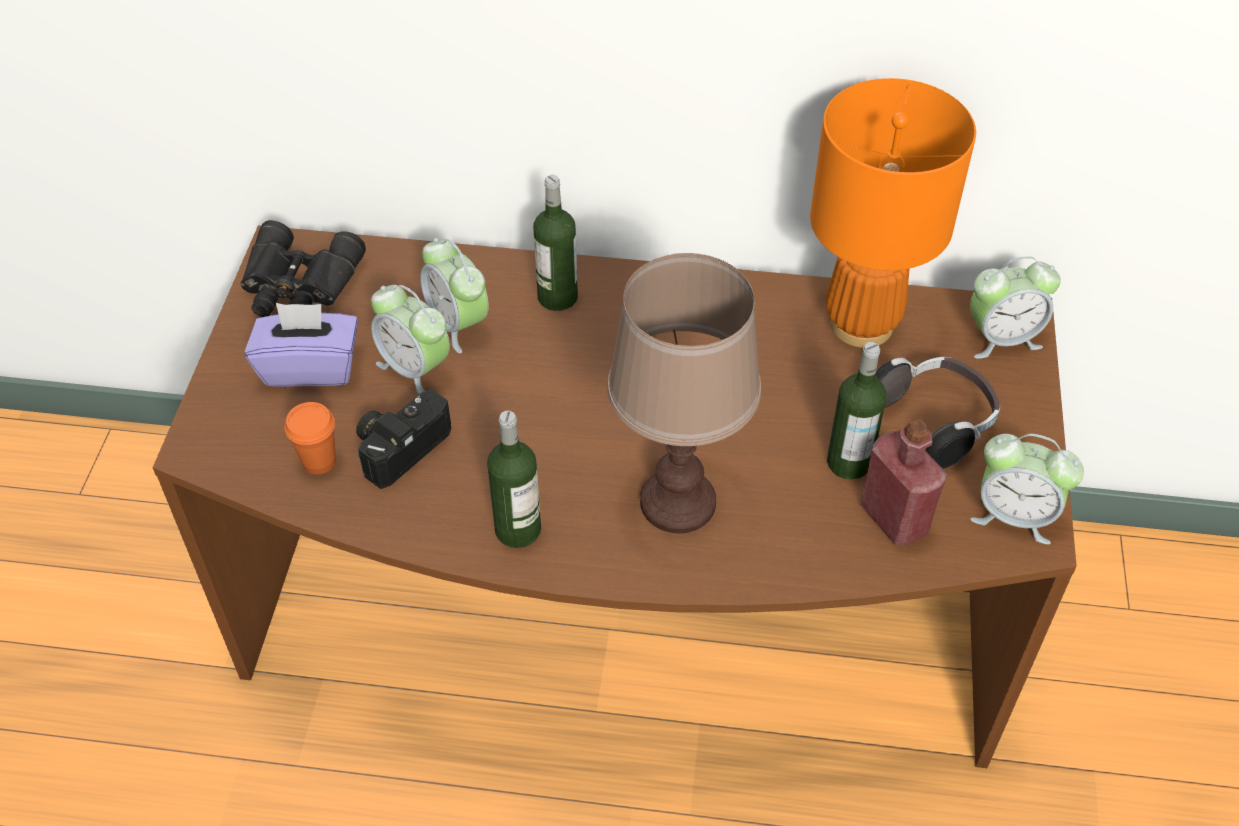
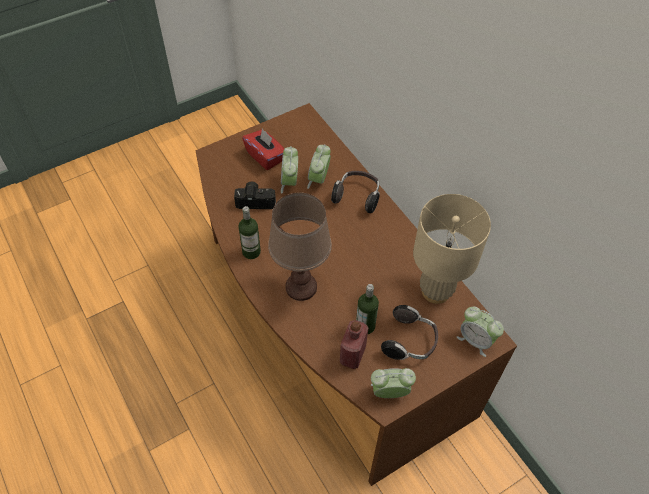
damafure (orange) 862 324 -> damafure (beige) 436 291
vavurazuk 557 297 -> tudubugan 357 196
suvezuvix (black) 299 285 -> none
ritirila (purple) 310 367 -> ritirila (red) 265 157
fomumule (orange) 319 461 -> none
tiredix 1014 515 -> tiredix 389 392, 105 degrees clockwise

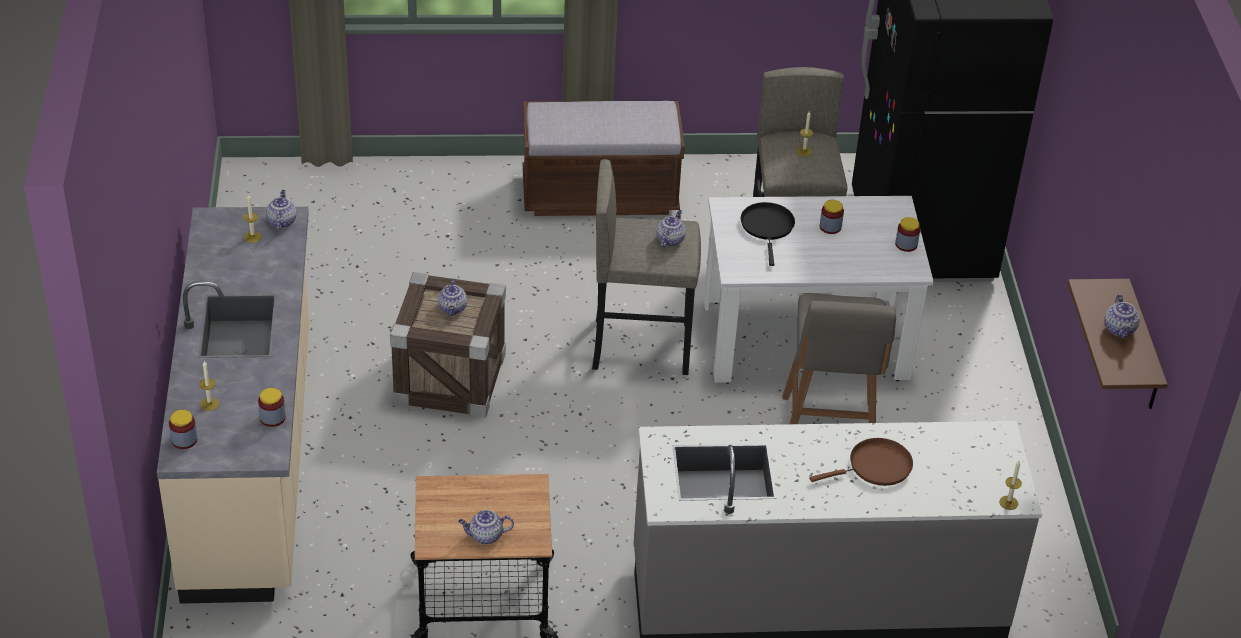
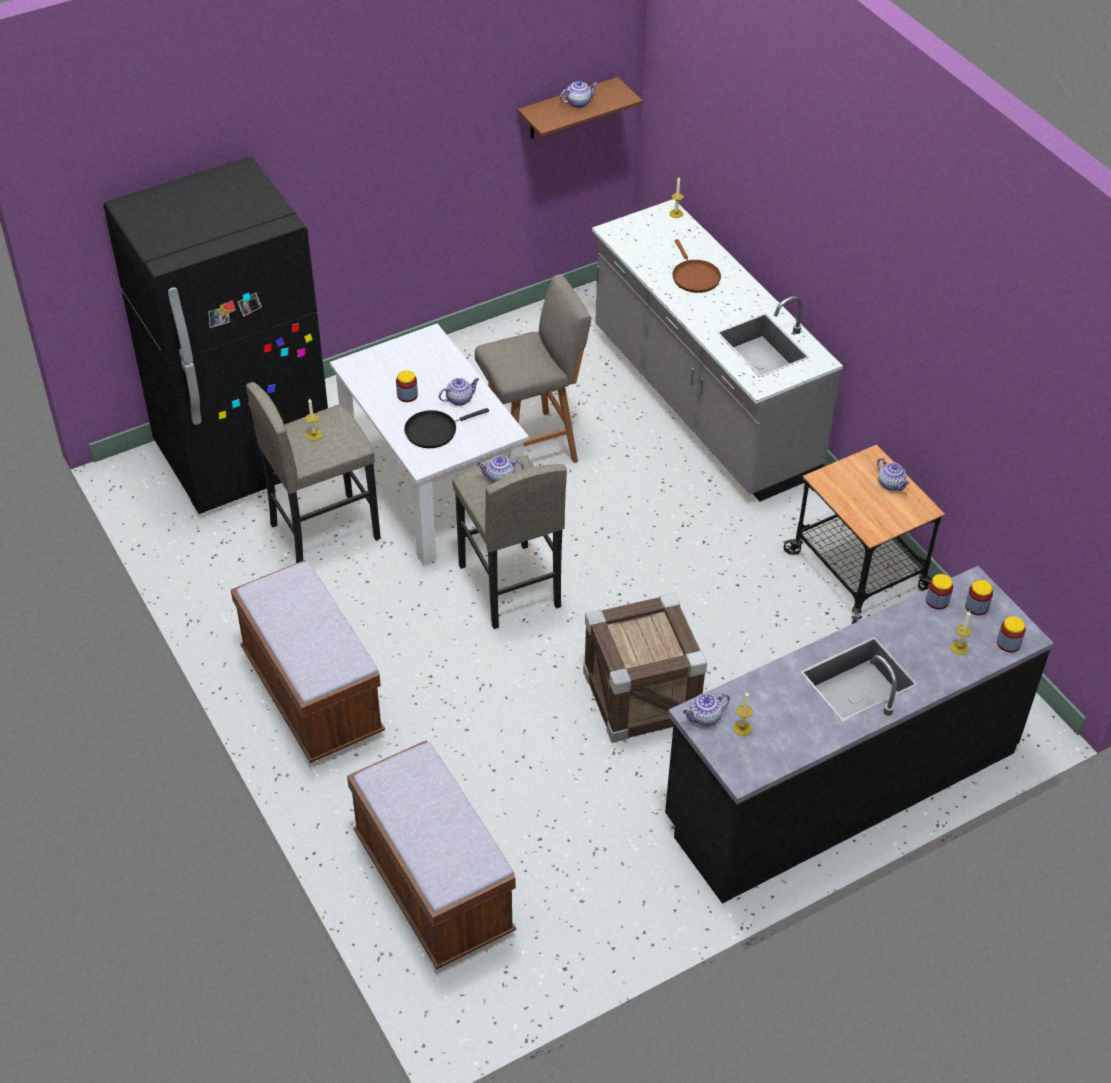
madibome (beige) 252 462 -> madibome (black) 840 785
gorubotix 906 244 -> gorubotix 976 606, move
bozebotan 453 309 -> bozebotan 459 399, move
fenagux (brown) 876 467 -> fenagux (brown) 694 277, 150 degrees counterclockwise
none -> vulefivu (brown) 433 886

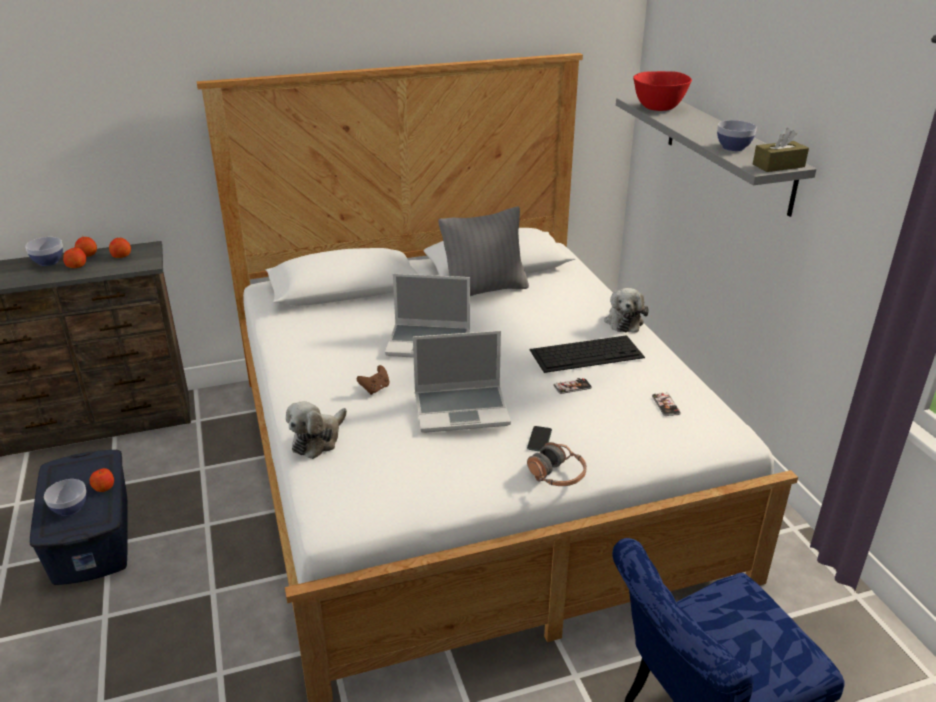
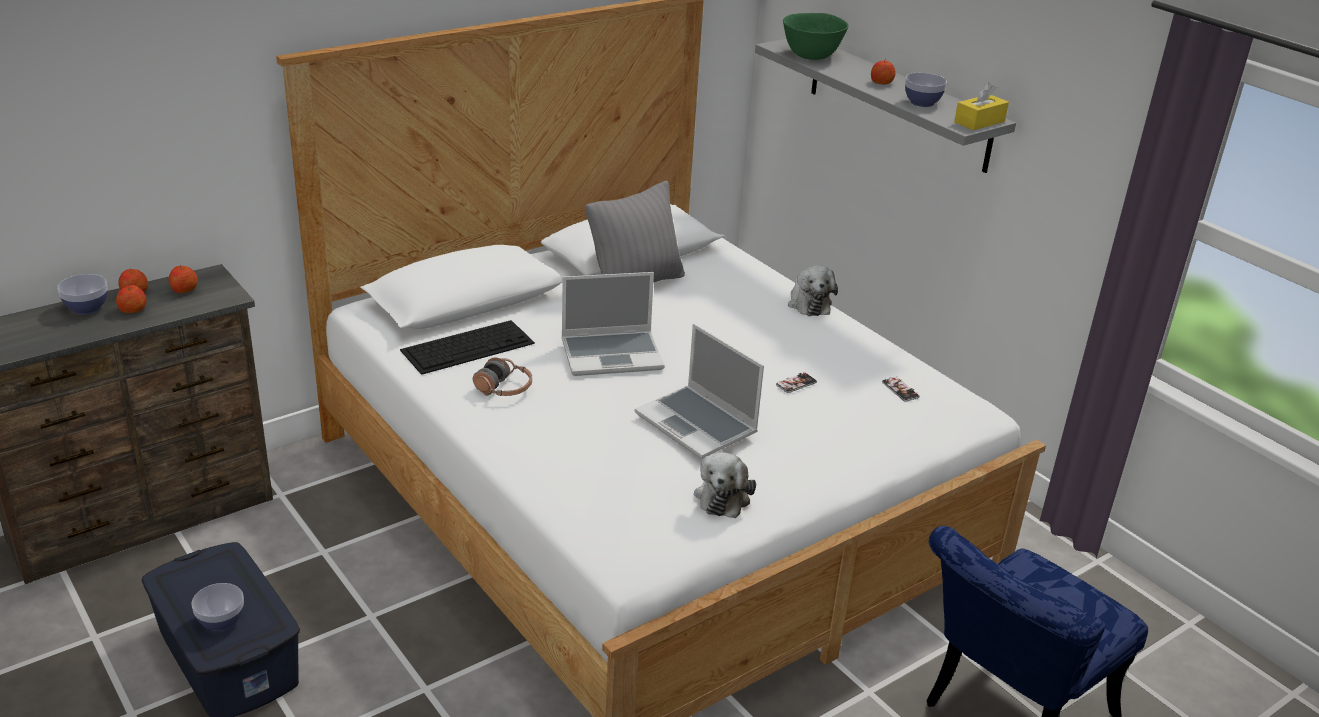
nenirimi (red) 659 108 -> nenirimi (green) 812 55
ritirila (brown) 778 166 -> ritirila (yellow) 979 122
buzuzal 462 409 -> buzuzal 698 424, 75 degrees clockwise
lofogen 587 353 -> lofogen 468 346, move
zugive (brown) 375 389 -> none
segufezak 318 439 -> segufezak 723 496, move
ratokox 539 439 -> none
tudubugan 557 475 -> tudubugan 504 389, move
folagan 104 487 -> folagan 881 82, move

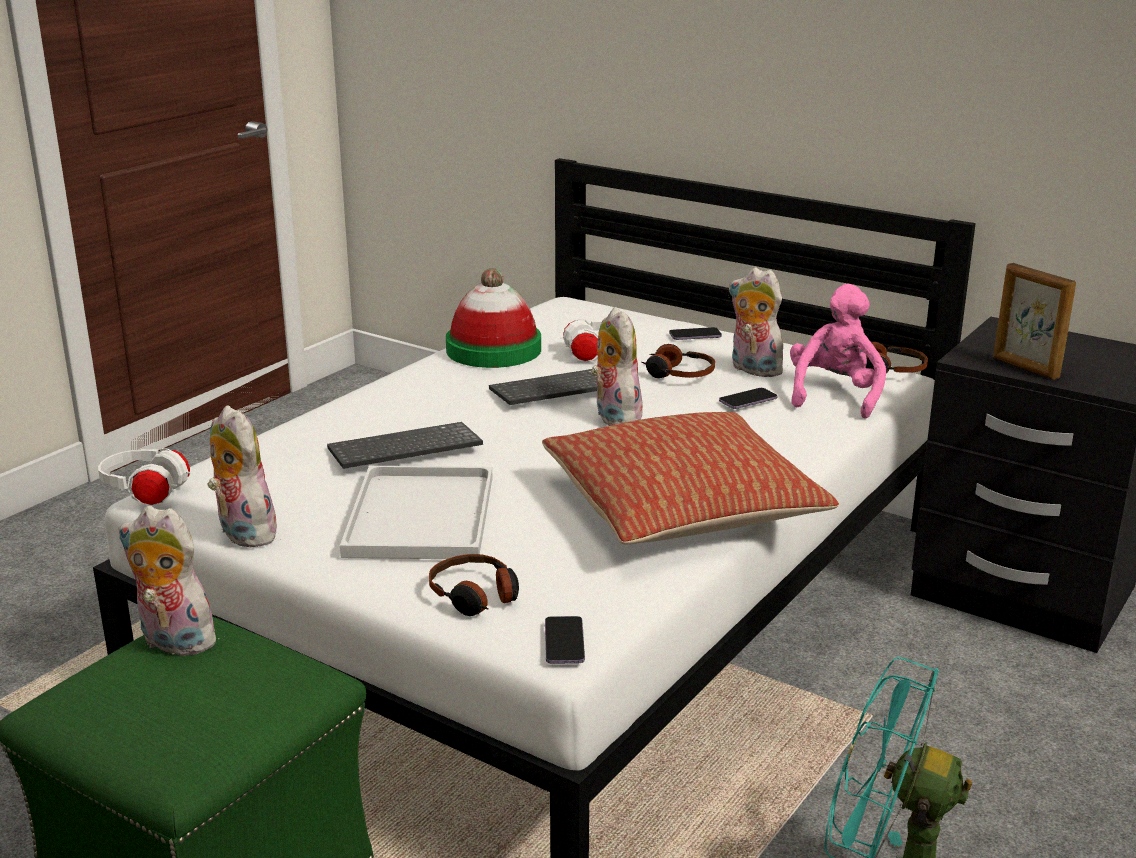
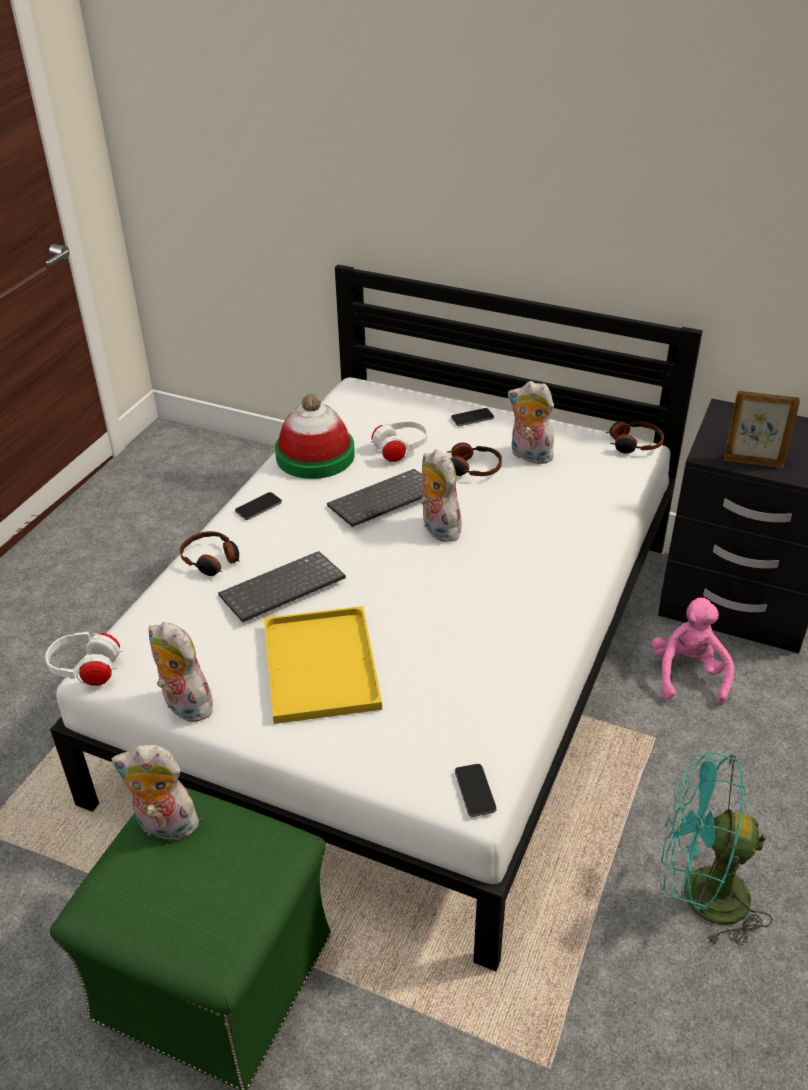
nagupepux 1025 368 -> nagupepux 753 461, 150 degrees clockwise
segufezak (pink) 835 395 -> segufezak (pink) 688 674, move
ratokox 748 400 -> ratokox 258 507, move
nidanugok 683 509 -> none
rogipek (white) 422 517 -> rogipek (yellow) 323 667
tudubugan 475 596 -> tudubugan 211 560, move

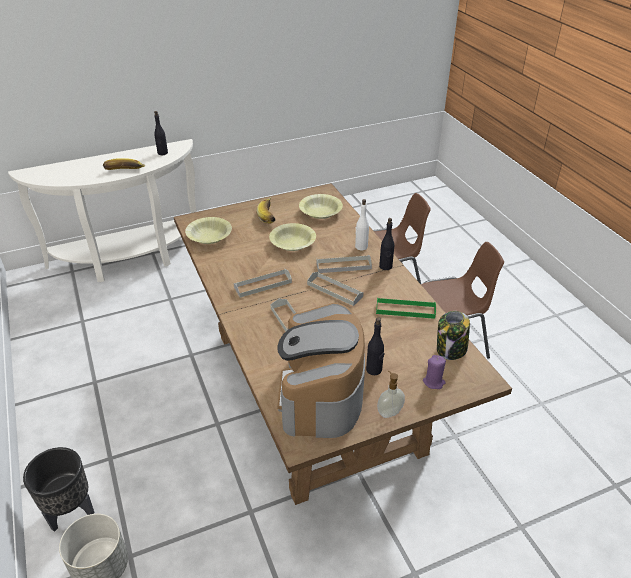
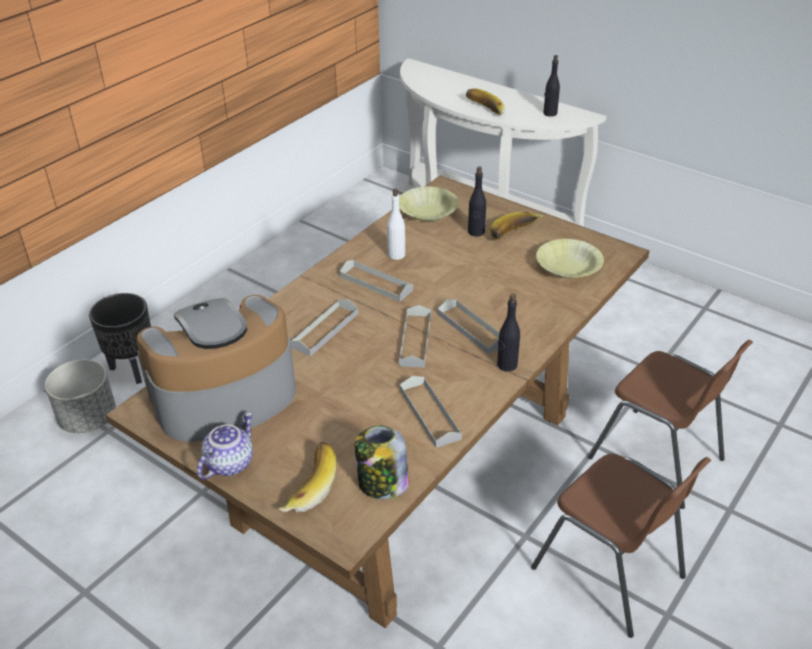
vavurazuk (white) 361 246 -> vavurazuk (white) 396 254, move
nenirimi (yellow) 292 243 -> none
rogipek (green) 405 310 -> rogipek (grey) 429 414
vavurazuk (black) 374 370 -> vavurazuk (black) 476 232, move
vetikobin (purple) 434 382 -> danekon 307 486
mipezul 389 412 -> bozebotan 229 463

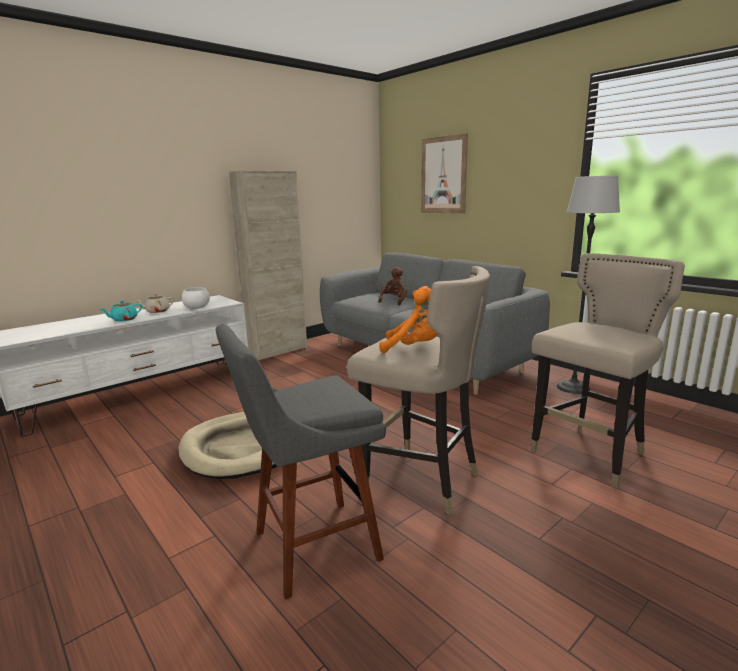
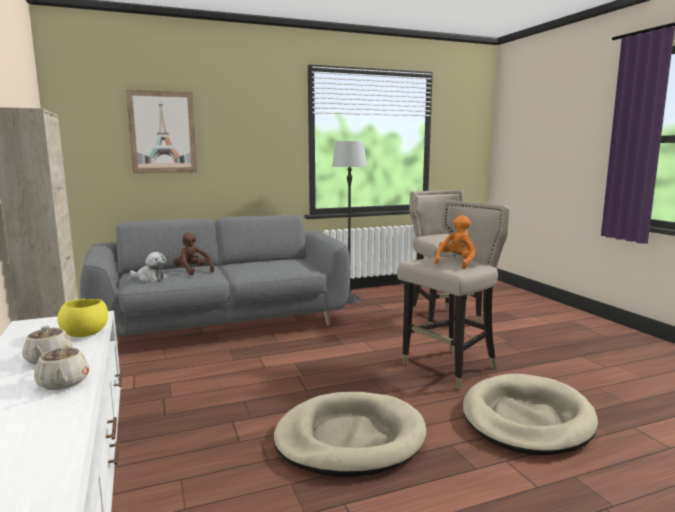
nenirimi (white) 197 308 -> nenirimi (yellow) 86 334
bozebotan (turquoise) 124 319 -> bozebotan (beige) 63 383
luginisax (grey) 310 547 -> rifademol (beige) 526 419
none -> segufezak 150 278

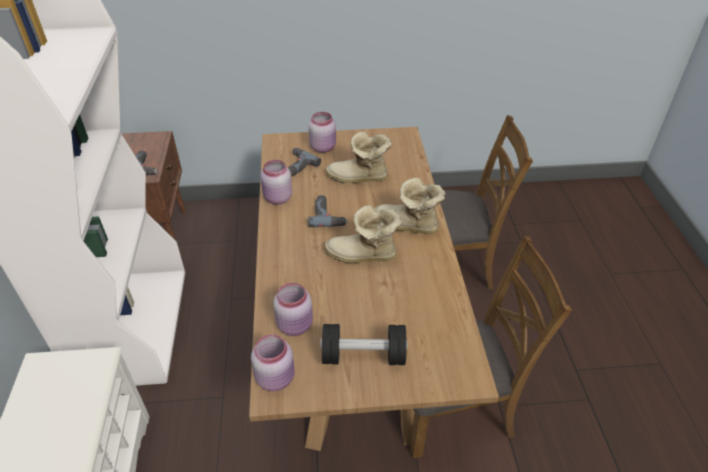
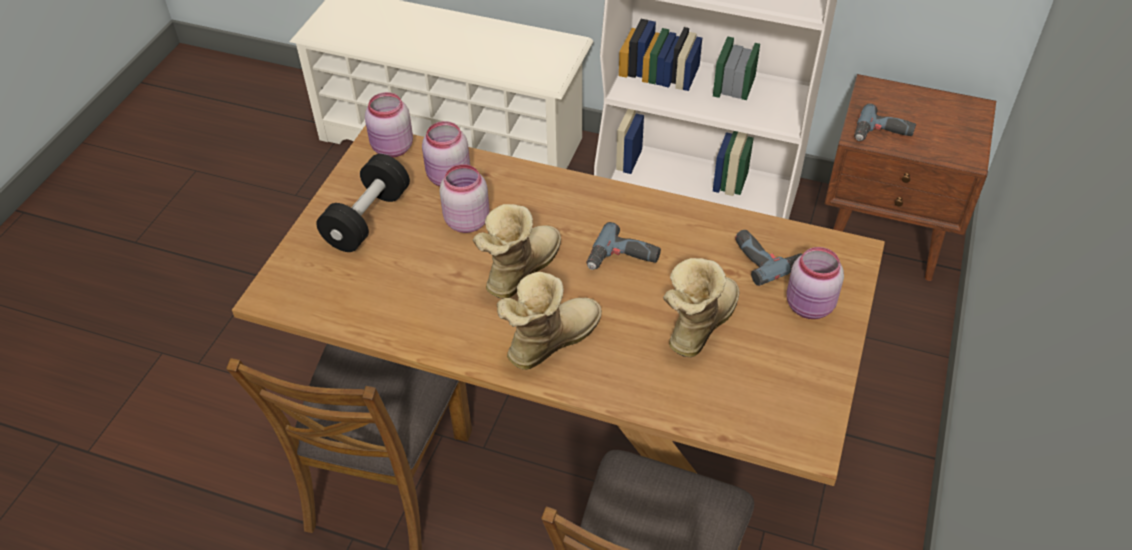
gorubotix (pink) 277 198 -> gorubotix (pink) 466 220, move

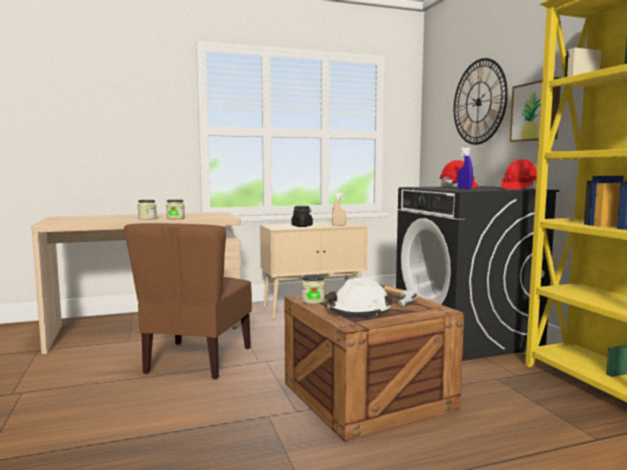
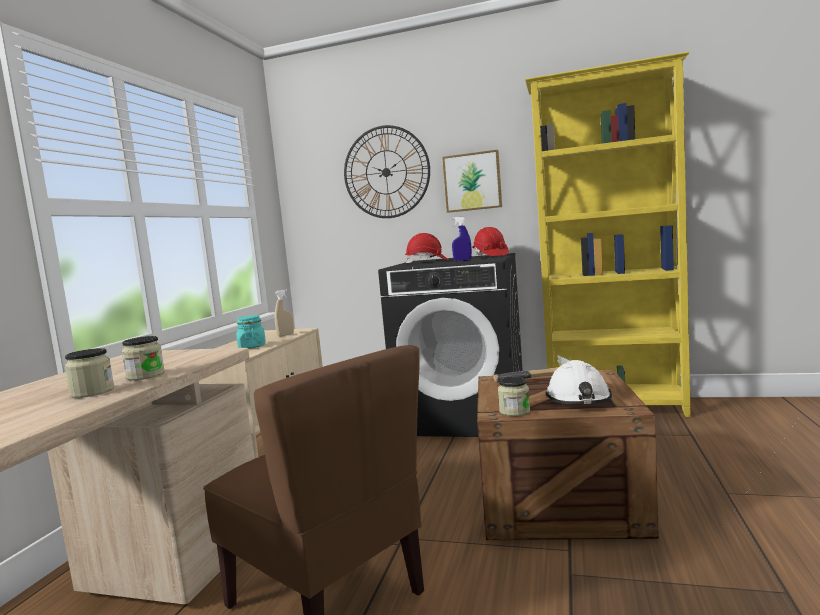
gorubotix (black) 302 226 -> gorubotix (turquoise) 252 346

